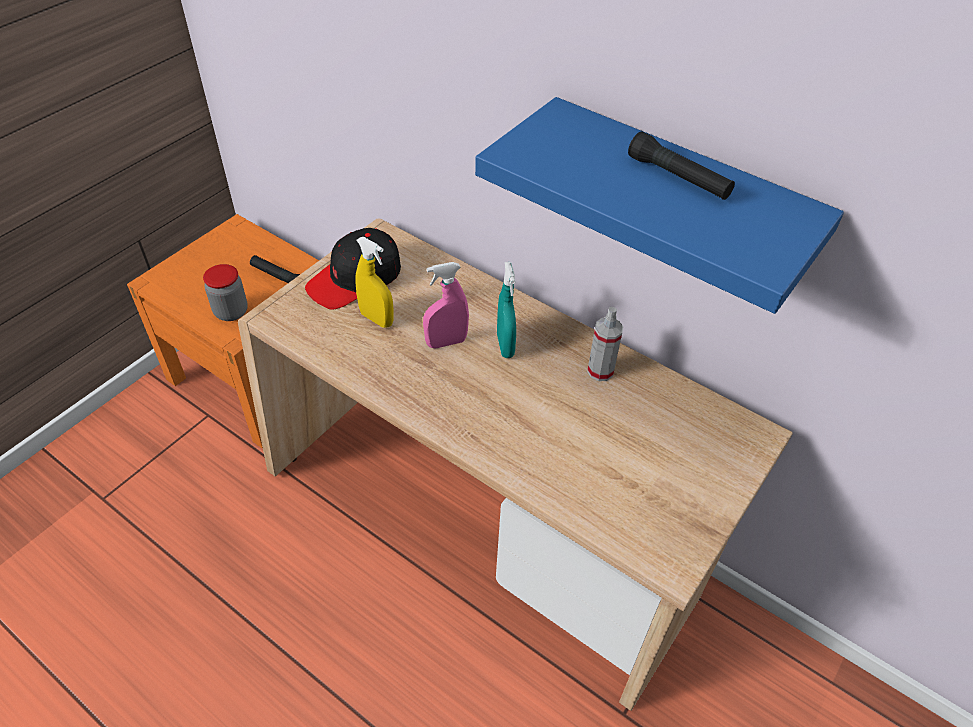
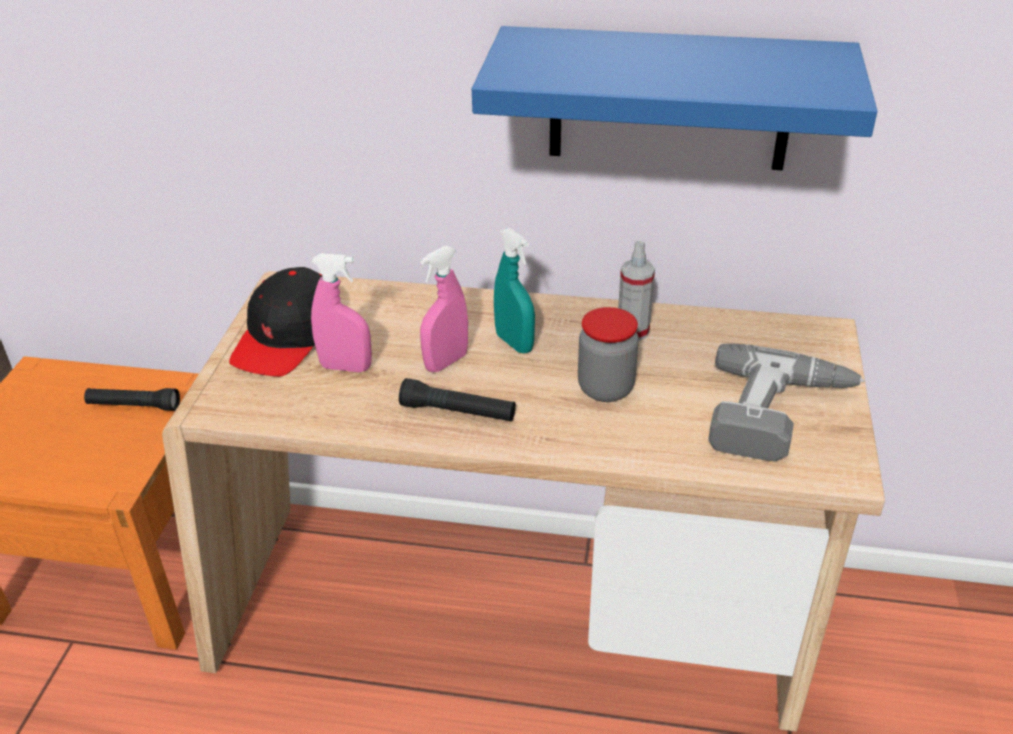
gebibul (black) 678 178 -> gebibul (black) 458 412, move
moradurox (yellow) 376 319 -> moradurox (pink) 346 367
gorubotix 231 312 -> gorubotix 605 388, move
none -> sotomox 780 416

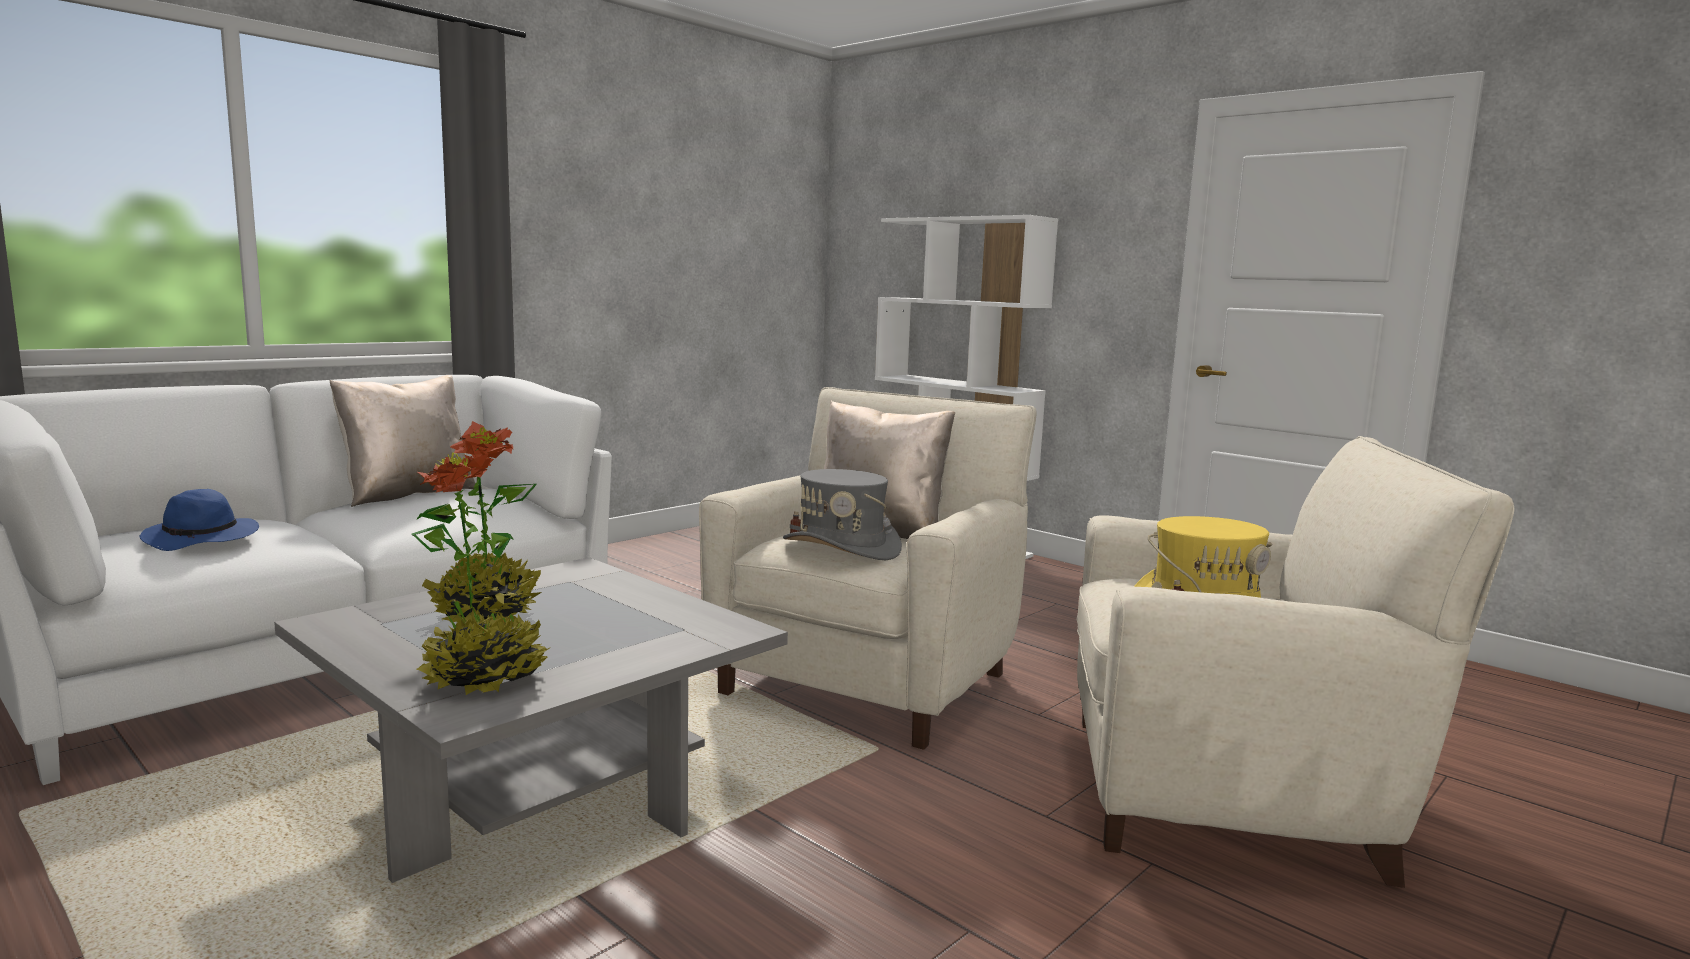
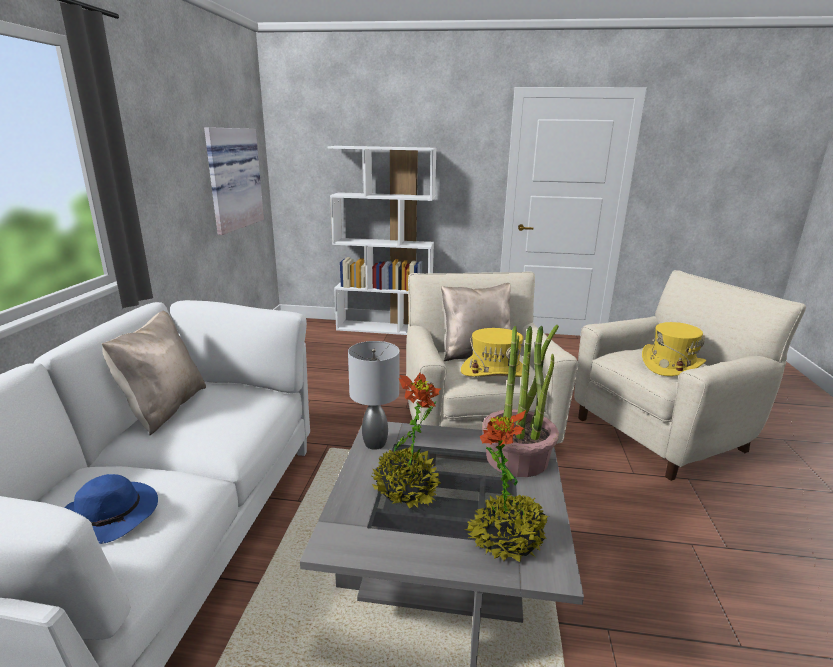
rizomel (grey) 842 547 -> rizomel (yellow) 494 372
none -> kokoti 232 178
none -> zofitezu 517 457
none -> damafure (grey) 375 444

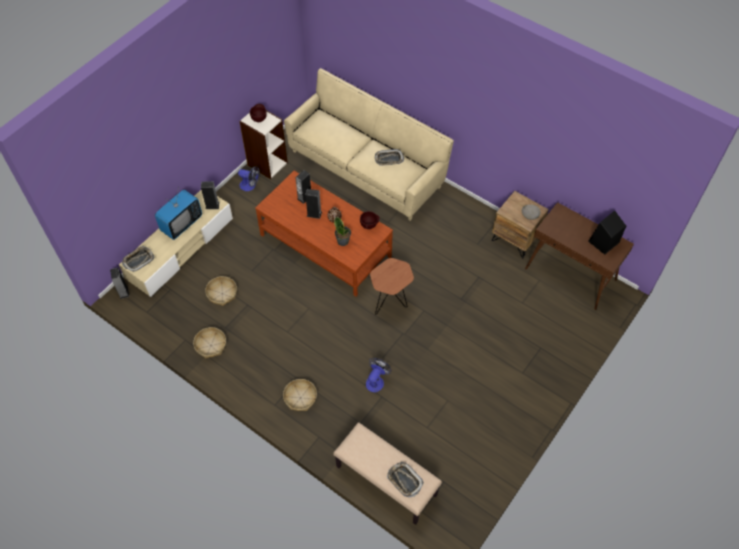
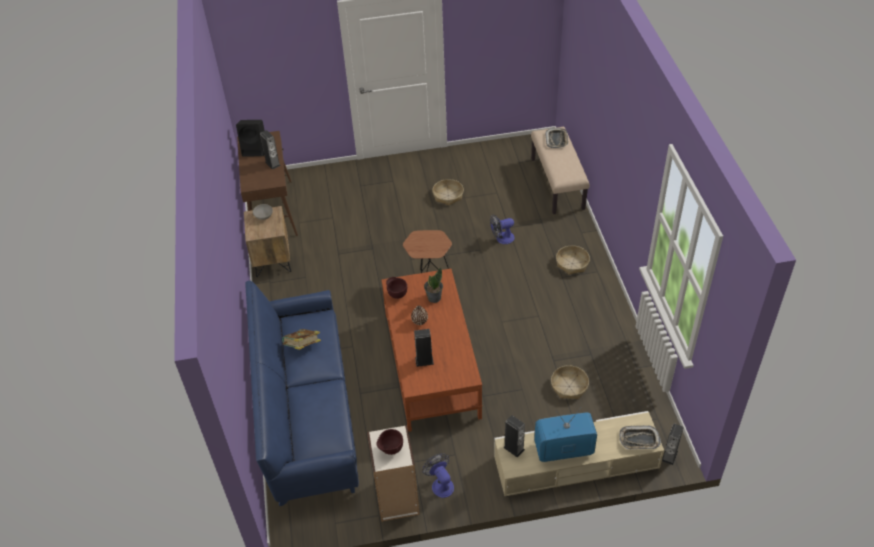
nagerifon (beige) 366 169 -> nagerifon (blue) 307 413
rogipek 389 159 -> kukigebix 302 347
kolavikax 314 214 -> kolavikax 272 163, move
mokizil 211 345 -> mokizil 448 195, move

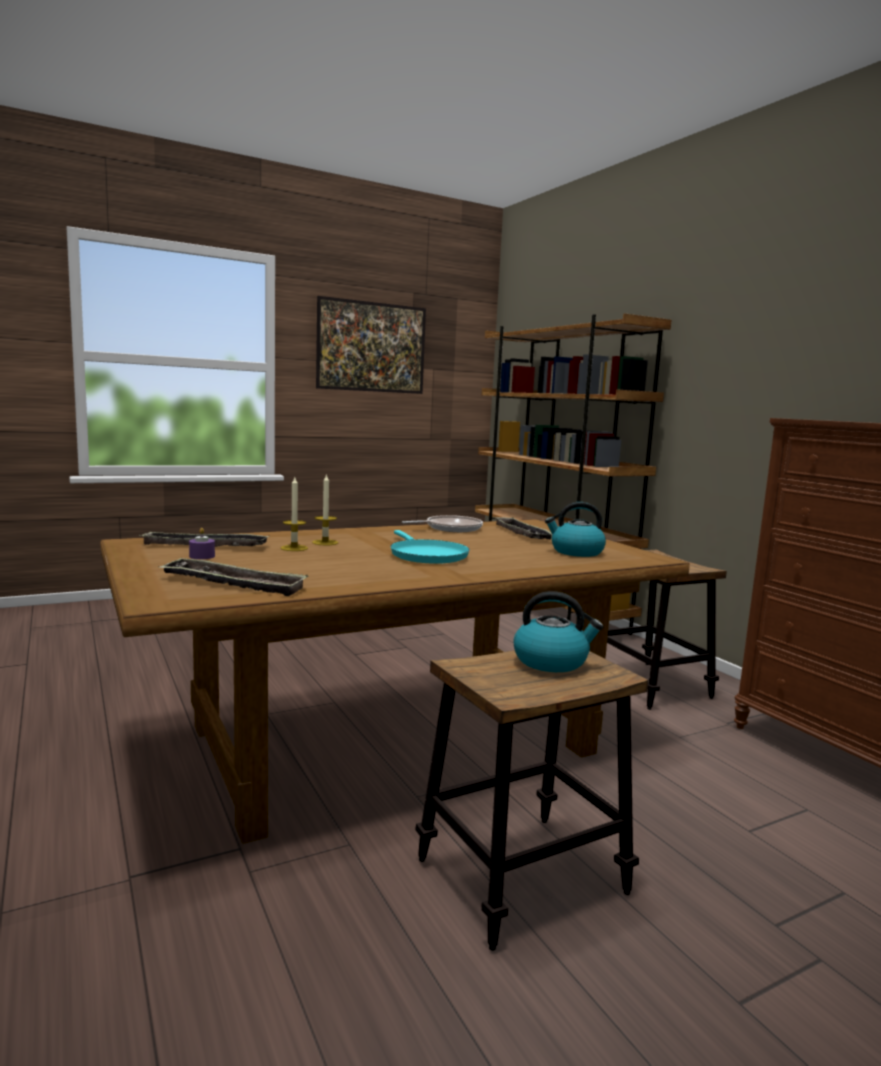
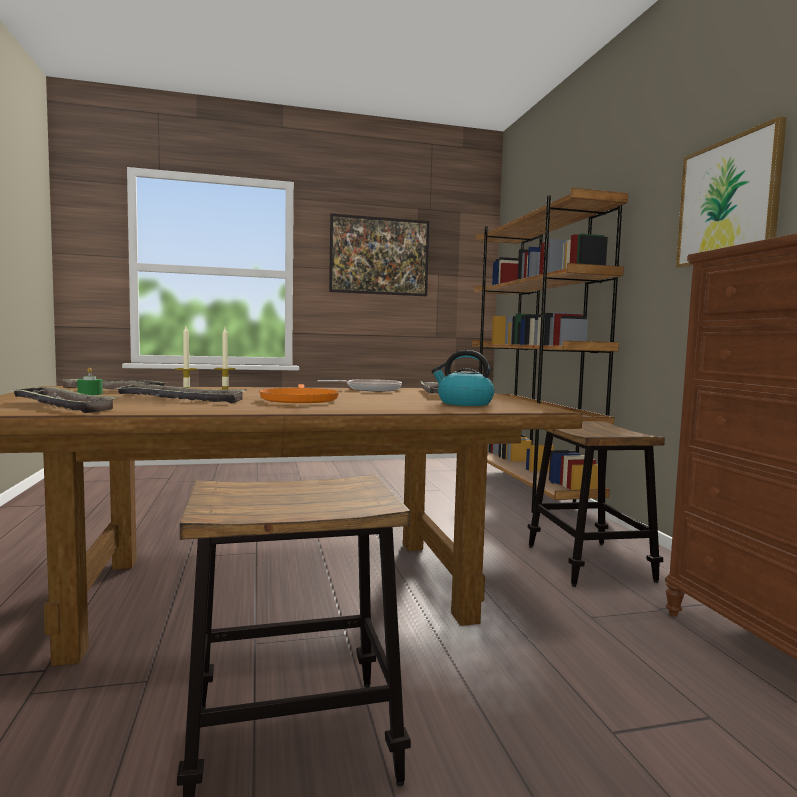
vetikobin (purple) 202 556 -> vetikobin (green) 90 394
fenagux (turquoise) 426 555 -> fenagux (orange) 299 400
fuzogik 551 661 -> none
none -> kokoti 728 201
none -> rogipek 181 400

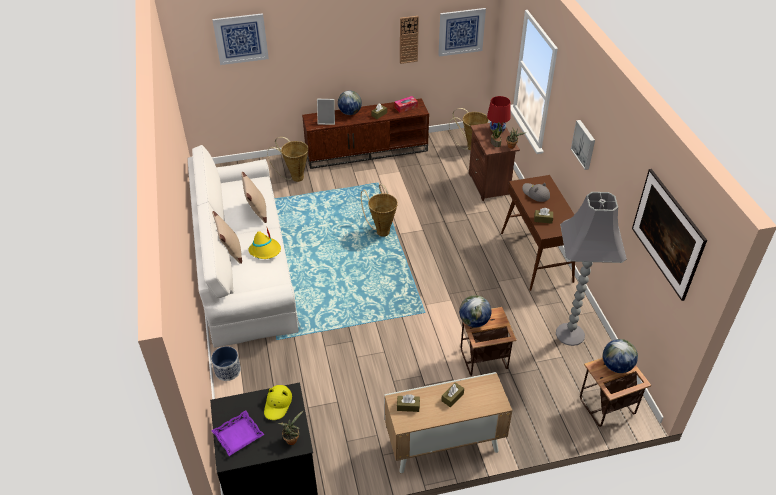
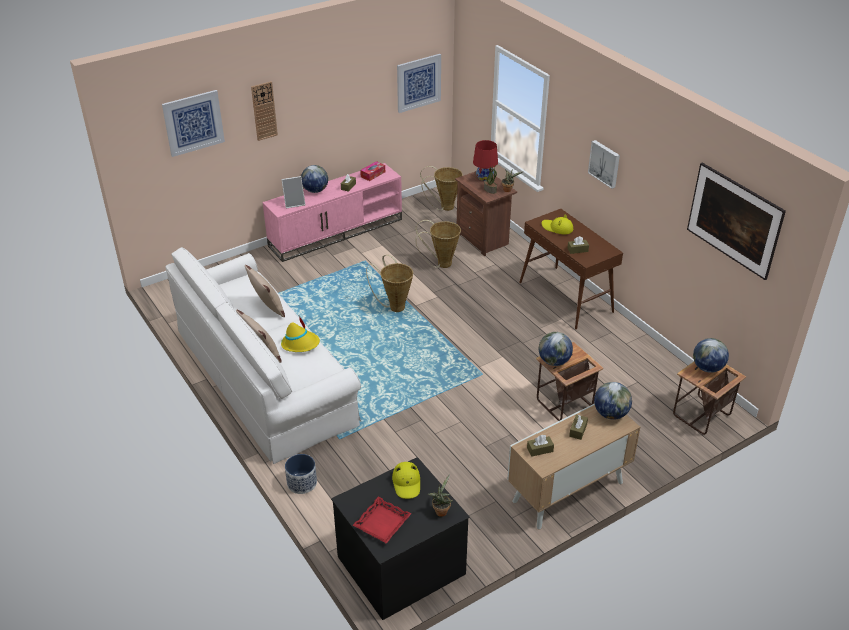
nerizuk 408 39 -> nerizuk 264 111, move
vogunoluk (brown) 367 151 -> vogunoluk (pink) 336 232
mokizil 294 177 -> mokizil 440 264, move
rizomel (grey) 535 193 -> rizomel (yellow) 557 228
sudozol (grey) 569 334 -> none
rogipek (purple) 238 435 -> rogipek (red) 382 523
none -> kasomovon 610 414

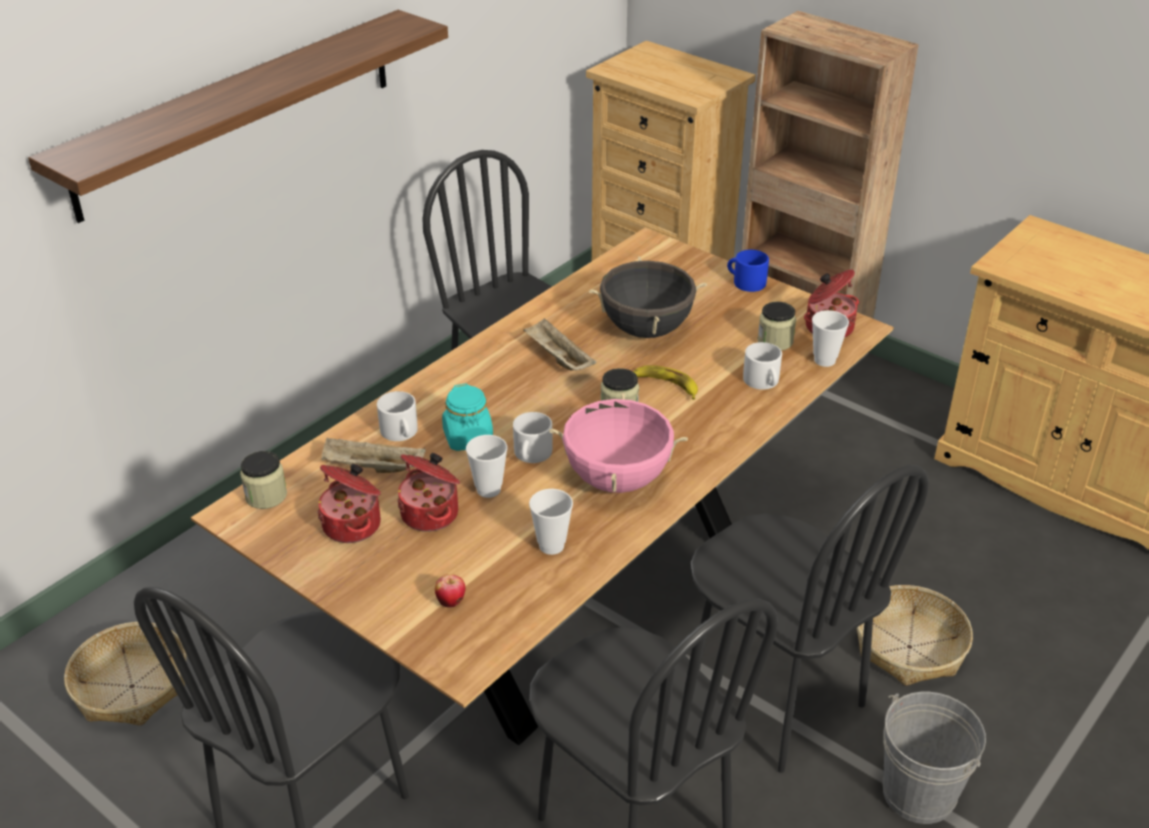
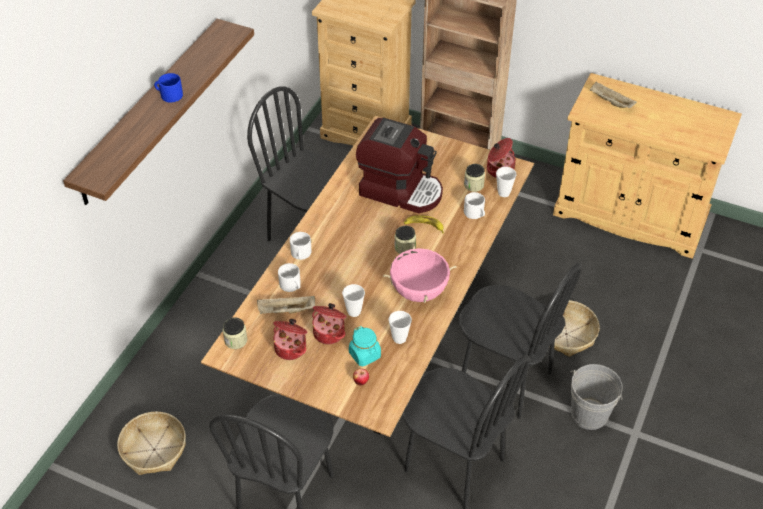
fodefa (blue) 745 282 -> fodefa (blue) 169 95, move
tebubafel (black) 646 329 -> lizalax 401 190
rogipek (beige) 558 358 -> rogipek (beige) 610 102, move
gorubotix (turquoise) 468 438 -> gorubotix (turquoise) 365 355, move
fodefa (white) 531 454 -> fodefa (white) 300 254, move

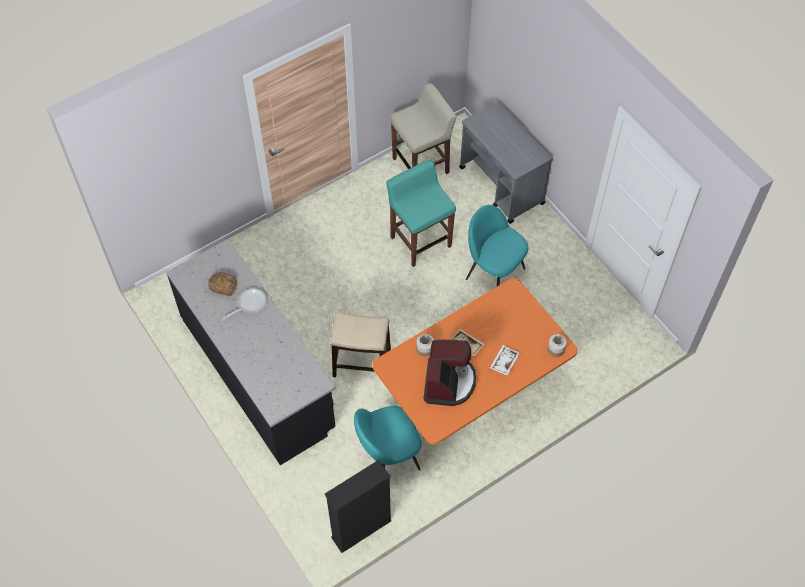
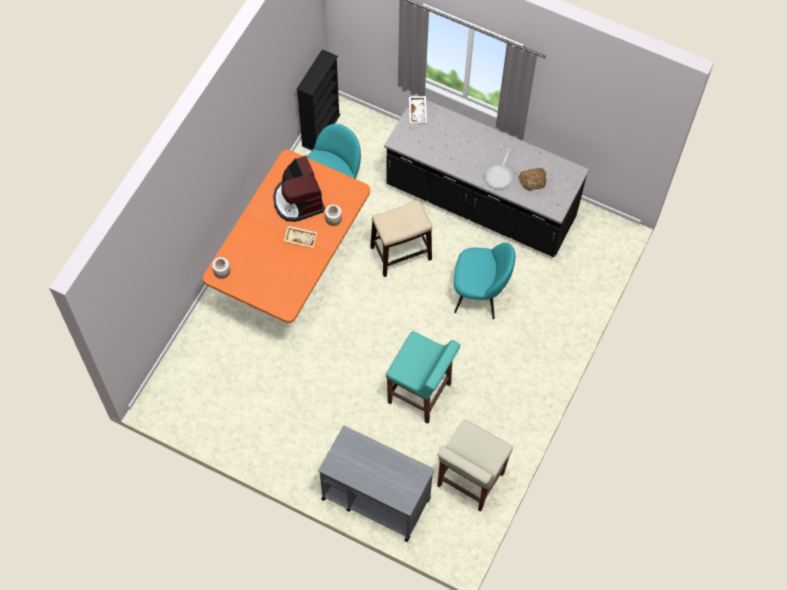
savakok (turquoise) 494 272 -> savakok (turquoise) 479 294, move
rogipek (white) 503 362 -> rogipek (white) 418 112, move

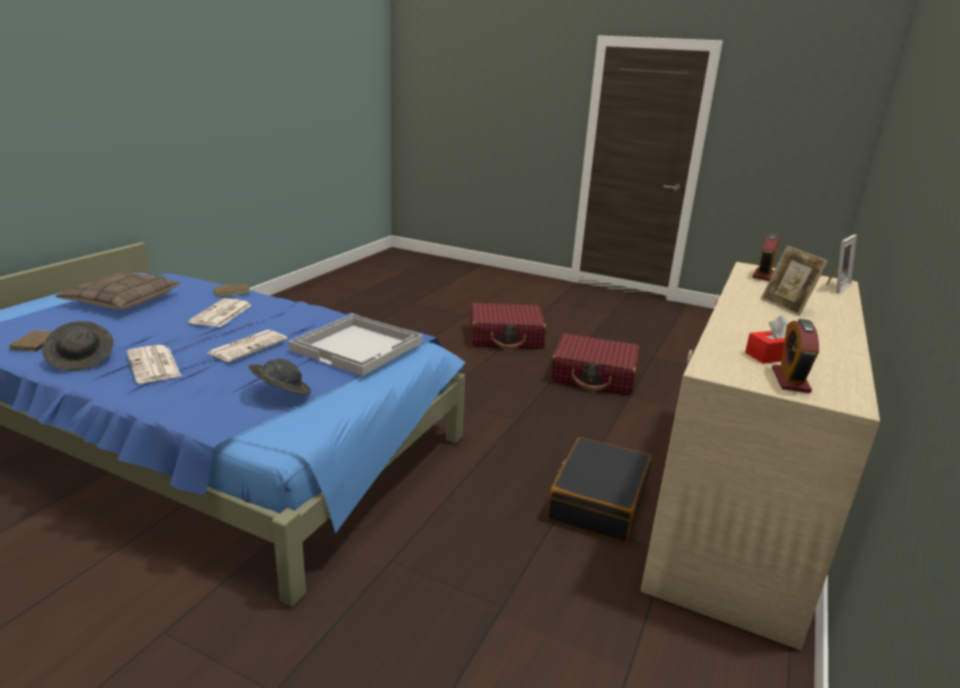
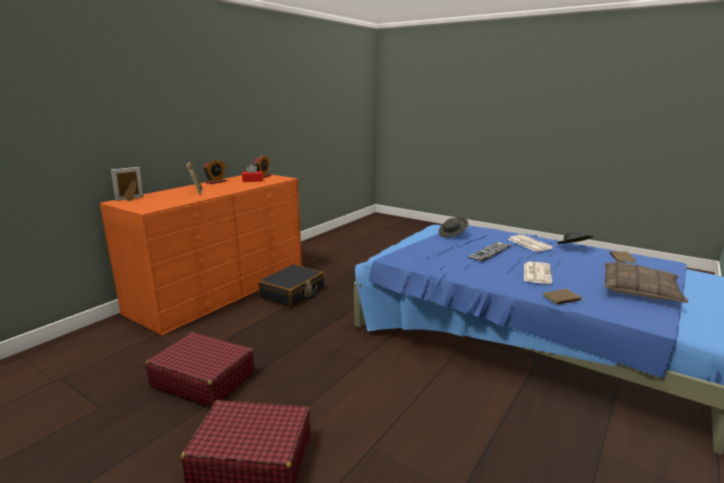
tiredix 763 275 -> tiredix 216 182, move
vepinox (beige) 739 504 -> vepinox (orange) 221 290
rogipek (white) 358 346 -> none
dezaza 248 346 -> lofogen 490 251

